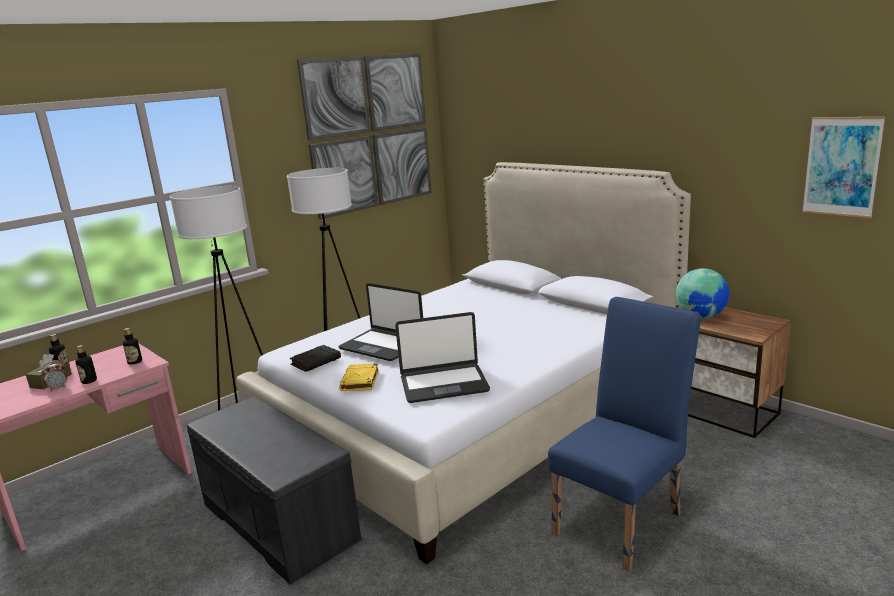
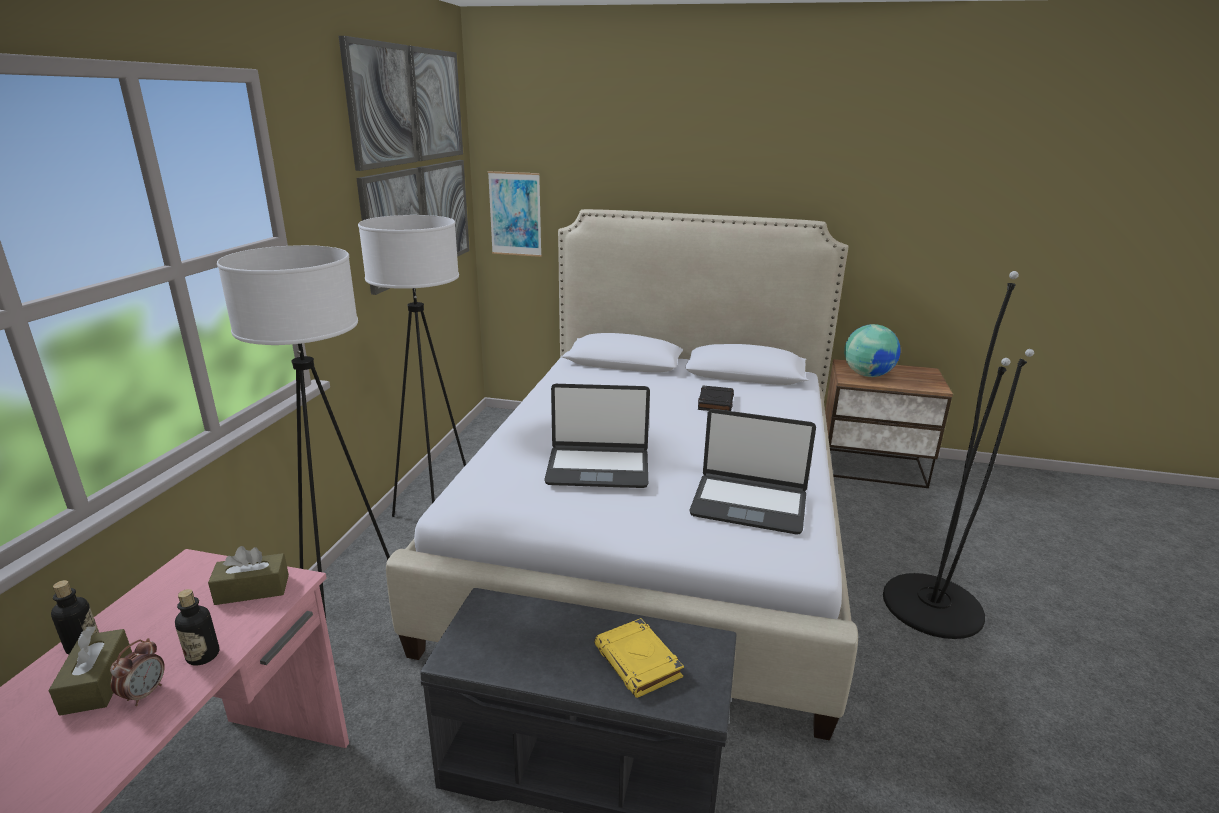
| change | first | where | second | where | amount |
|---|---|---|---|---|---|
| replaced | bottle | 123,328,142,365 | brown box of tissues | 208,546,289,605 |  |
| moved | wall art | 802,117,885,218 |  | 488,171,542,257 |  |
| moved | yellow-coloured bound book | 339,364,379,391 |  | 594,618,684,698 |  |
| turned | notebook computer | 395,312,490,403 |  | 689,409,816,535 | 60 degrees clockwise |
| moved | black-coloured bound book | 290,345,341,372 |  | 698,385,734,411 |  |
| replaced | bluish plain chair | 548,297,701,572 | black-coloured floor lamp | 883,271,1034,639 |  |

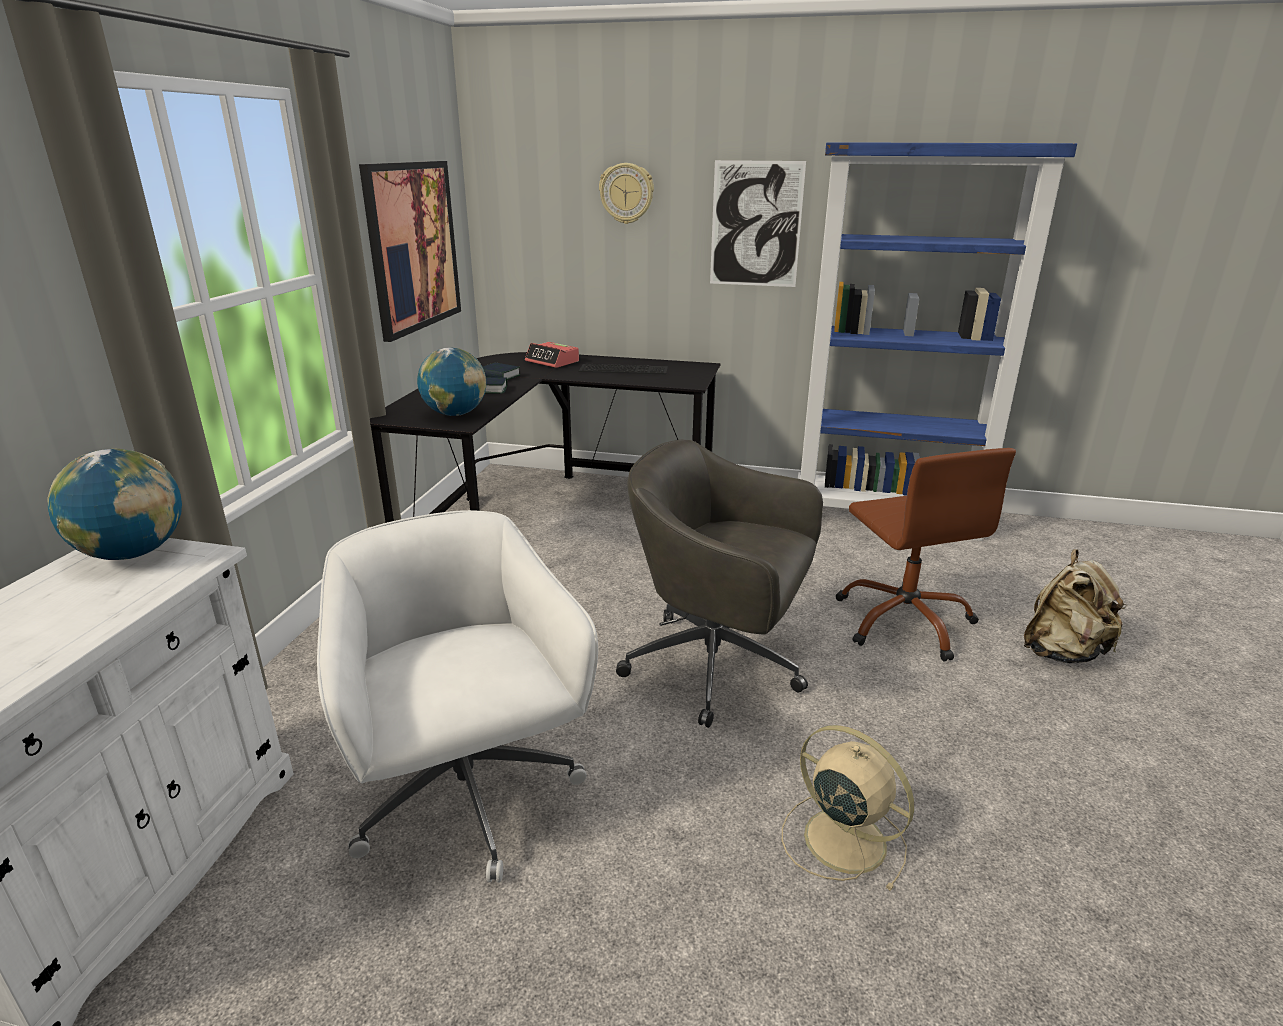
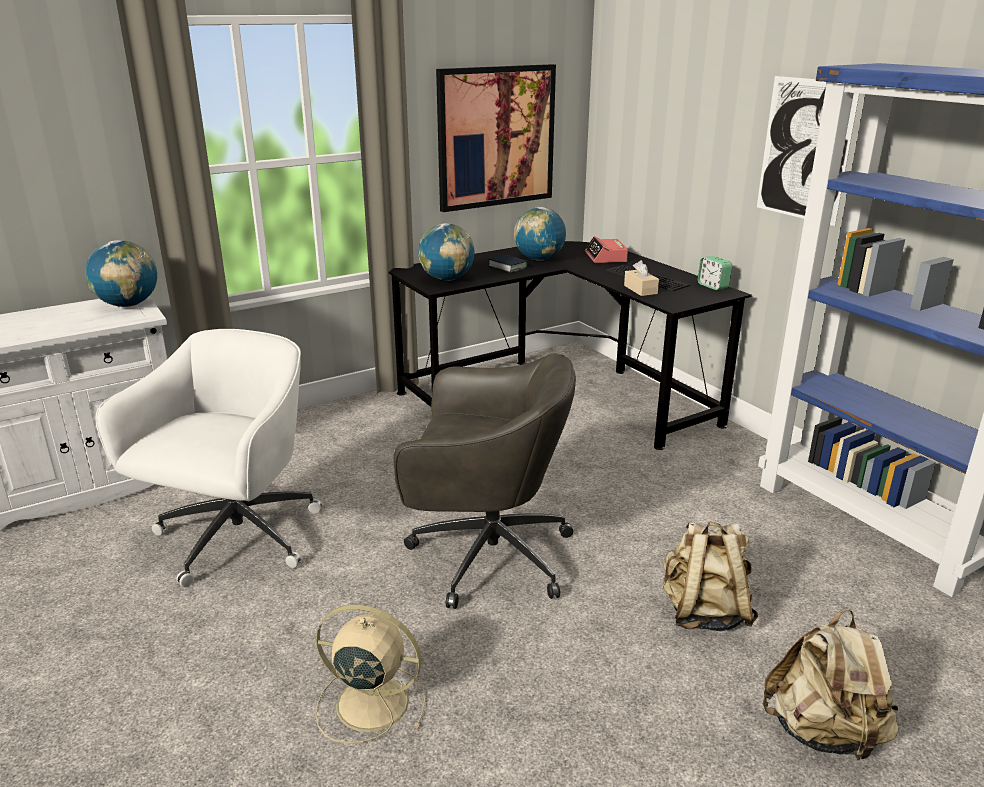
| change | first | where | second | where | amount |
|---|---|---|---|---|---|
| turned | sand-coloured electric fan | 782,725,914,891 |  | 315,605,425,744 | 75 degrees counterclockwise |
| turned | greyish desk chair | 616,440,823,728 |  | 394,353,576,609 | 120 degrees clockwise |
| replaced | bound book | 483,363,520,380 | desk globe | 514,207,566,261 |  |
| added |  |  | sand-coloured box of tissues | 624,260,659,296 |  |
| replaced | brown desk chair | 835,448,1016,661 | sand-coloured backpack | 663,521,758,631 |  |
| added |  |  | alarm clock | 698,256,732,290 |  |
| removed | hanging clock | 599,163,654,224 |  |  |  |

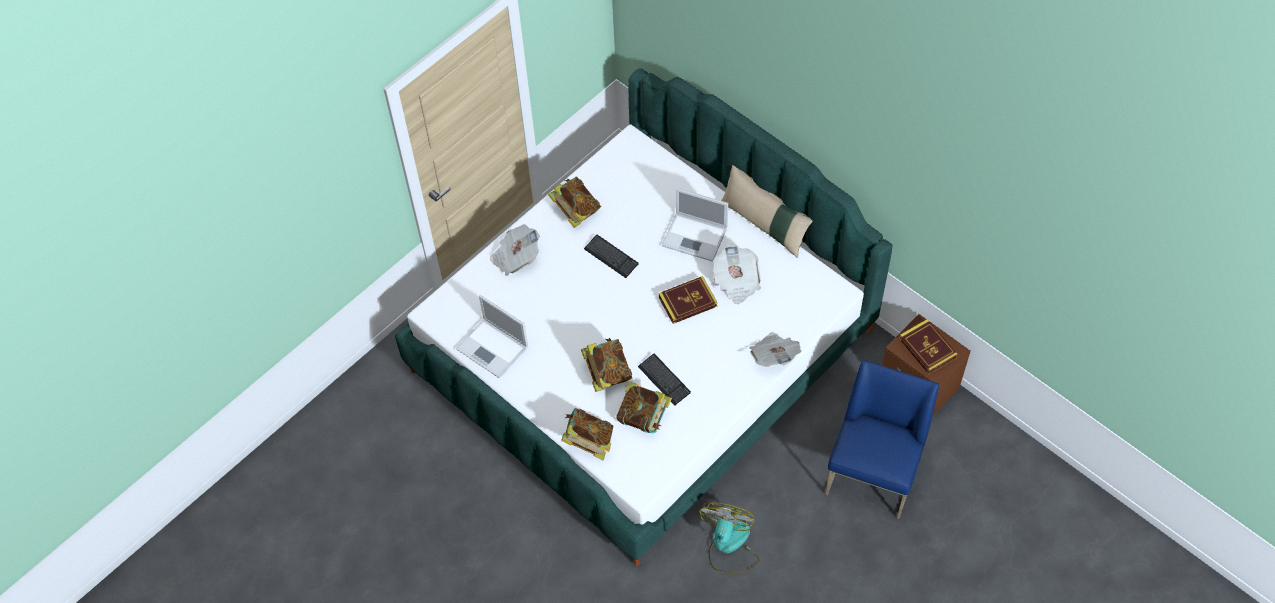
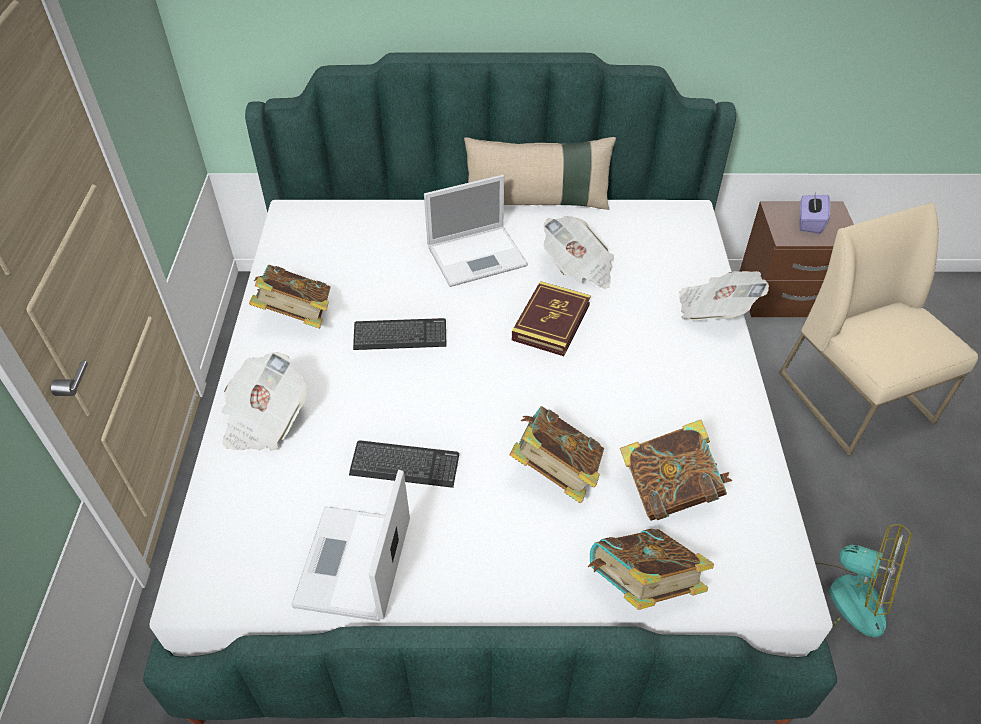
| change | first | where | second | where | amount |
|---|---|---|---|---|---|
| turned | notebook computer | 456,295,528,378 |  | 291,470,410,621 | 105 degrees clockwise |
| moved | keyboard | 638,354,691,406 |  | 349,440,459,488 |  |
| recoloured | bluish plain chair | 825,360,939,519 | sand-coloured plain chair | 779,202,978,455 |  |
| replaced | bound book | 899,319,957,374 | purple-coloured box of tissues | 800,193,830,234 |  |
| turned | electric fan | 699,502,759,573 |  | 815,524,912,638 | 150 degrees clockwise |

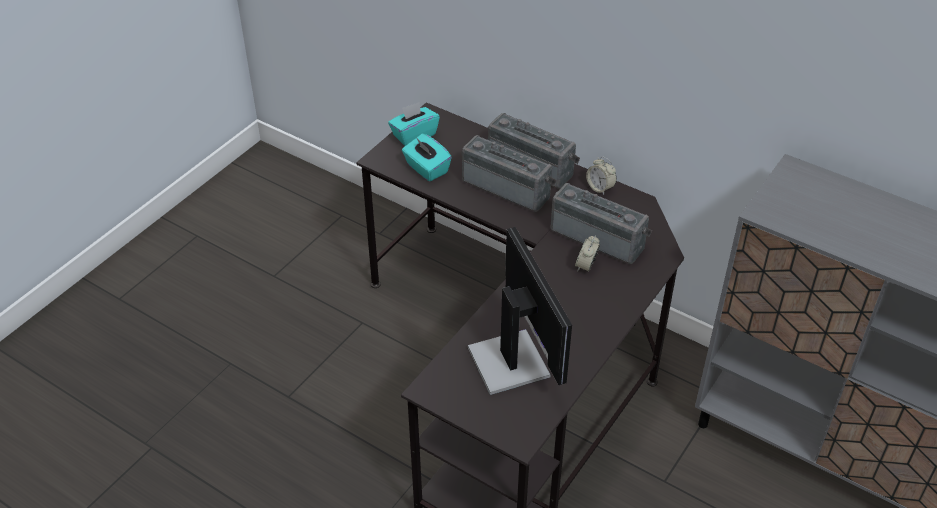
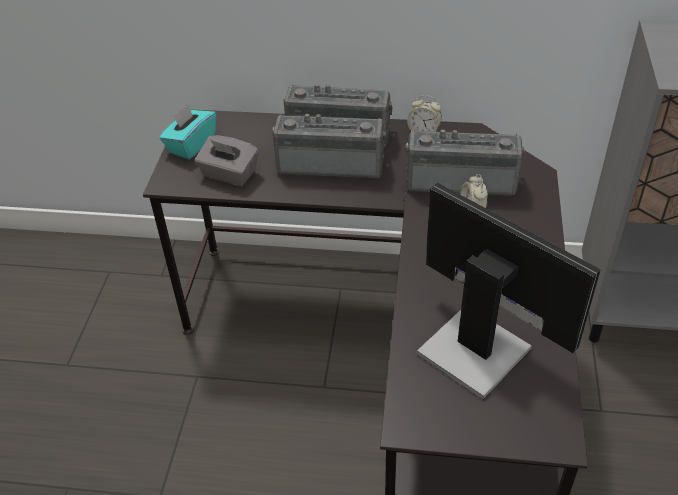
| change | first | where | second | where | amount |
|---|---|---|---|---|---|
| recoloured | blue-green box of tissues | 402,134,452,181 | greyish box of tissues | 195,135,258,186 |  |

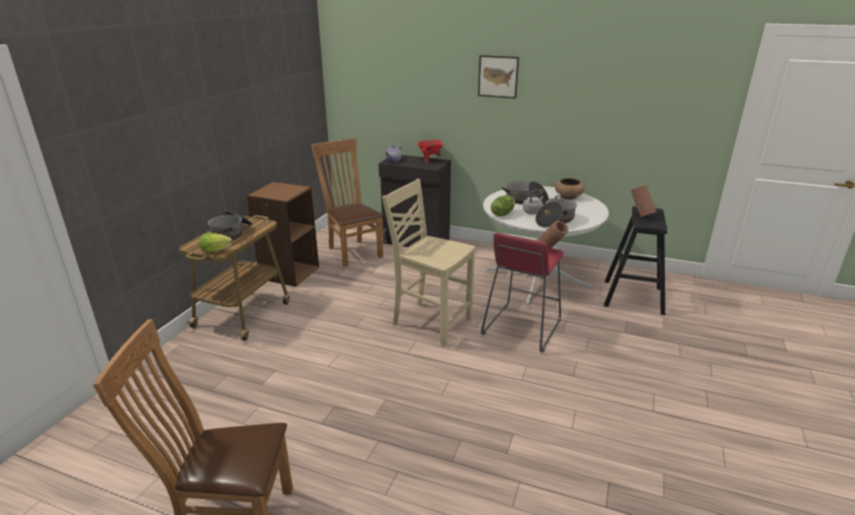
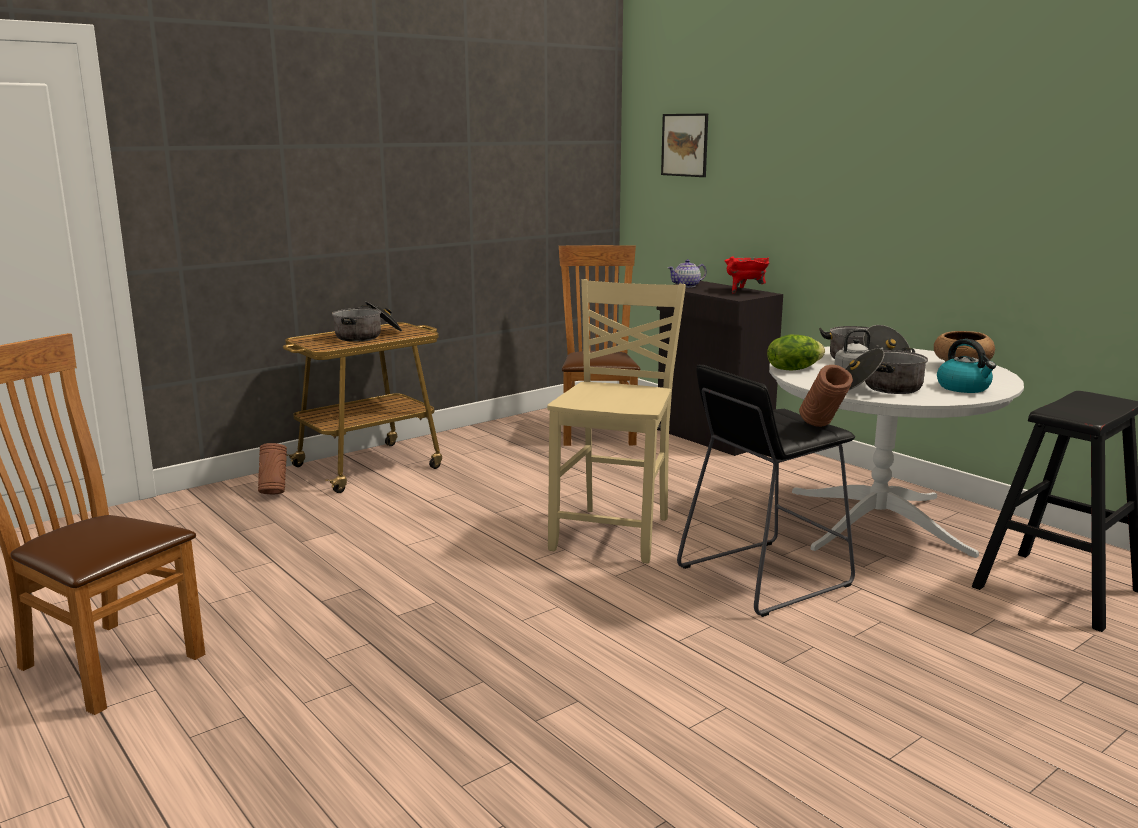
| change | first | where | second | where | amount |
|---|---|---|---|---|---|
| moved | brown vase | 631,185,656,217 |  | 258,443,287,495 |  |
| turned | sand-coloured plain chair | 382,179,475,347 |  | 547,279,686,564 | 45 degrees clockwise |
| moved | wall art | 478,55,519,99 |  | 661,113,708,177 |  |
| recoloured | red sitting stool | 481,233,564,352 | black-coloured sitting stool | 677,365,855,617 |  |
| added |  |  | kettle | 937,339,996,393 |  |
| removed | lettuce | 199,233,232,252 |  |  |  |
| removed | brown bookcase | 246,181,319,287 |  |  |  |

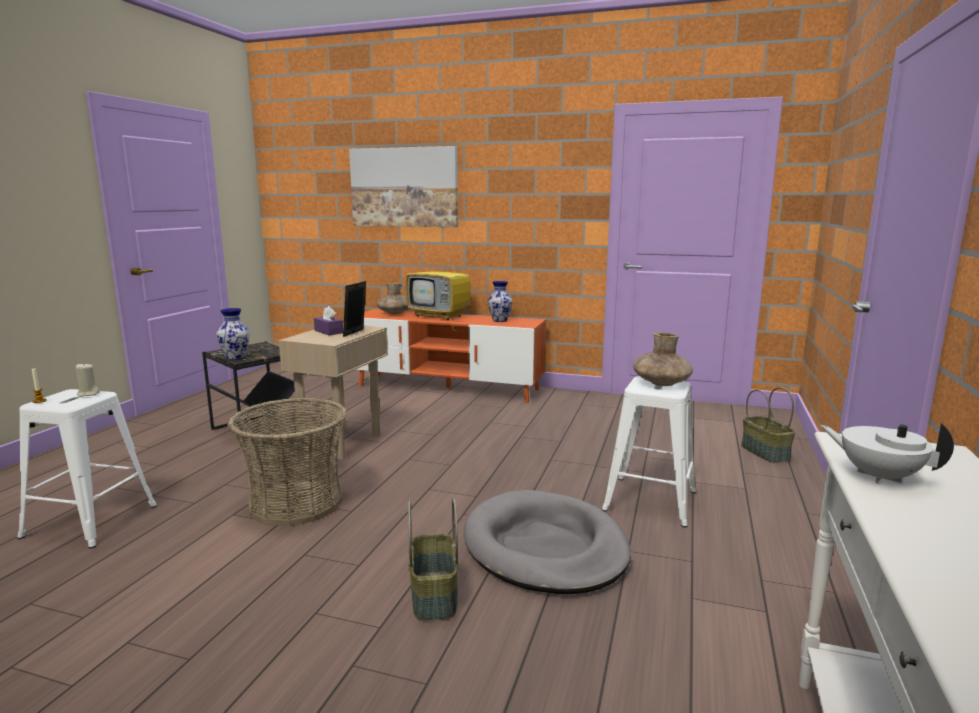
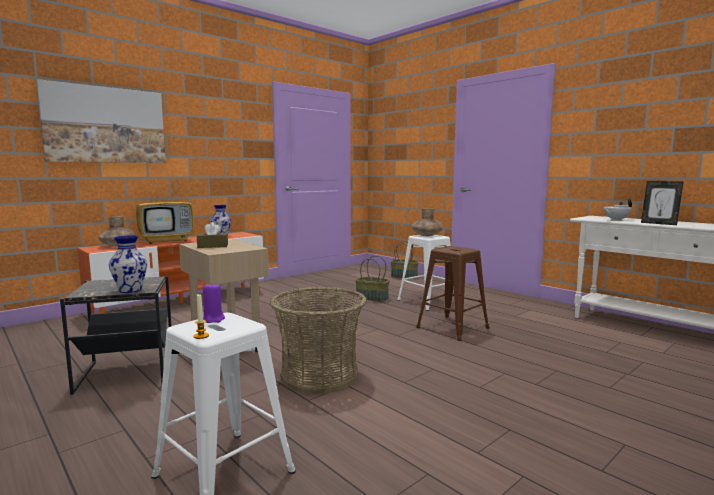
| change | first | where | second | where | amount |
|---|---|---|---|---|---|
| recoloured | purple-coloured box of tissues | 314,306,343,335 | brown box of tissues | 197,222,228,248 |  |
| recoloured | sand-coloured candle | 76,363,100,397 | purple-coloured candle | 203,282,225,323 |  |
| moved | household basket | 408,498,459,621 |  | 355,255,390,302 |  |
| replaced | greyish pet bed | 464,490,631,594 | brown sitting stool | 416,246,490,341 |  |
| moved | picture frame | 343,281,366,337 |  | 641,181,683,225 |  |

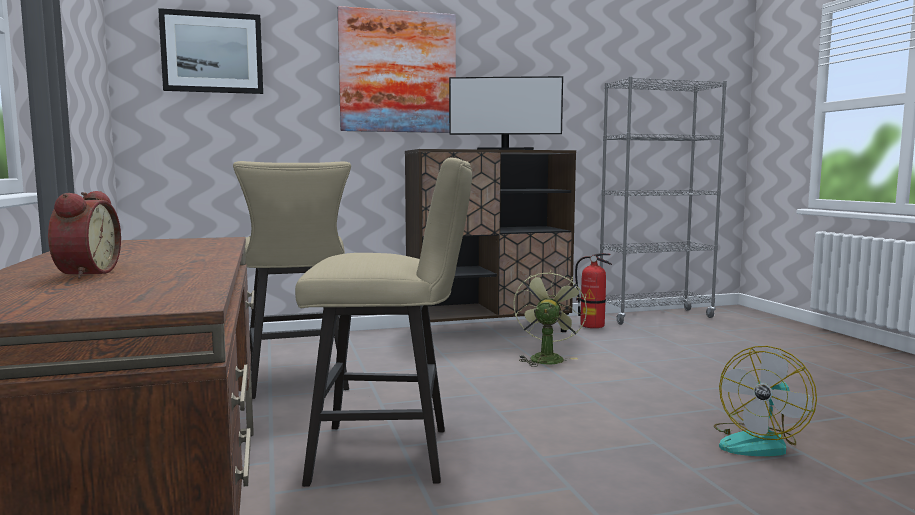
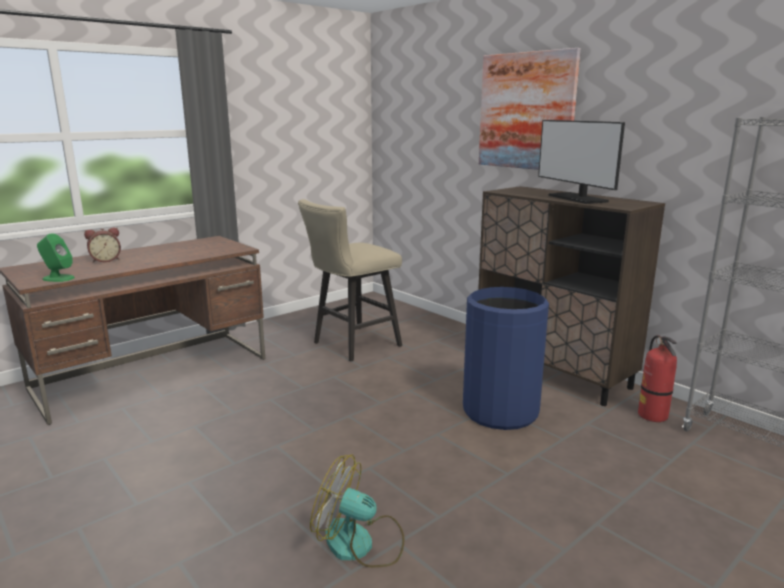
| change | first | where | second | where | amount |
|---|---|---|---|---|---|
| added |  |  | green loudspeaker | 37,234,75,282 |  |
| replaced | green electric fan | 513,269,587,367 | bluish trash can | 463,287,549,430 |  |
| removed | wall art | 158,8,263,94 |  |  |  |
| removed | sand-coloured sitting stool | 295,158,472,487 |  |  |  |

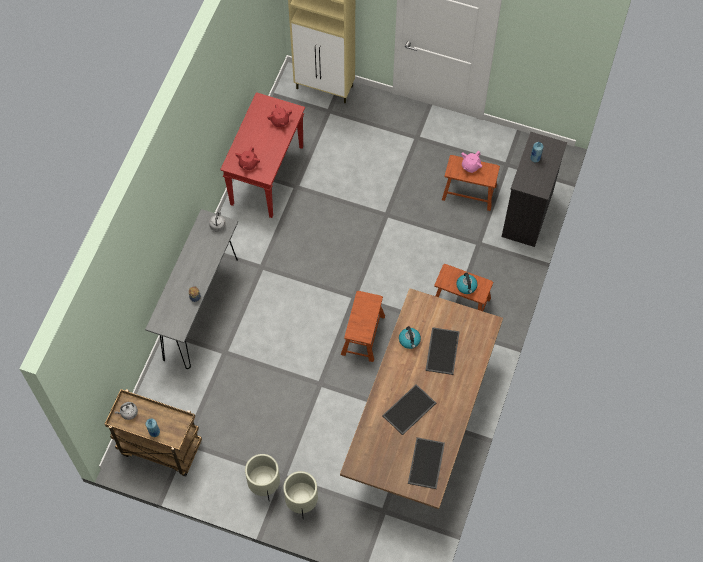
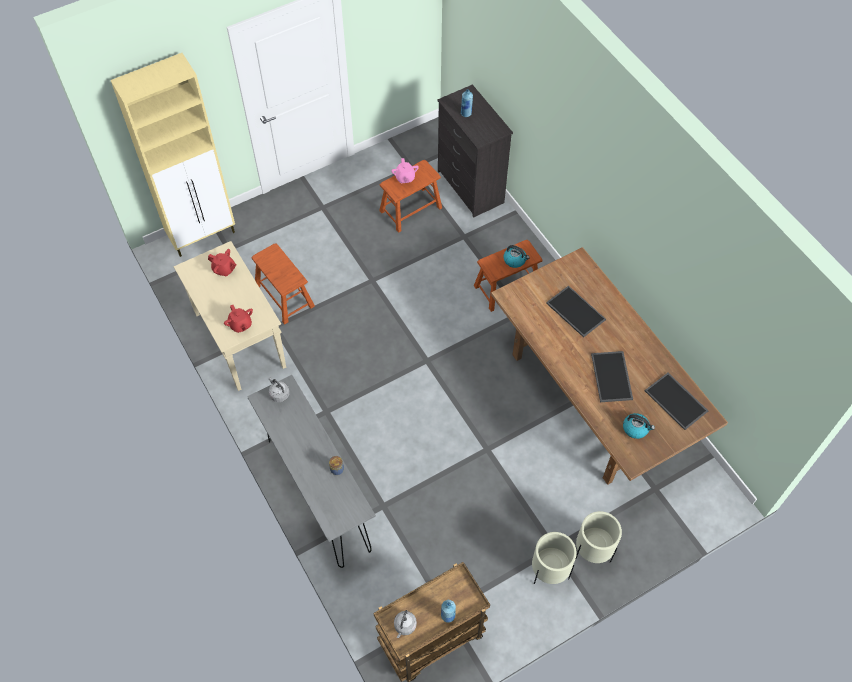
| change | first | where | second | where | amount |
|---|---|---|---|---|---|
| recoloured | red narrow table | 220,92,305,218 | sand-coloured narrow table | 174,241,286,391 |  |
| moved | brown sitting stool | 341,291,385,362 |  | 251,243,315,324 |  |
| moved | kettle | 399,326,421,349 |  | 623,413,655,439 |  |

